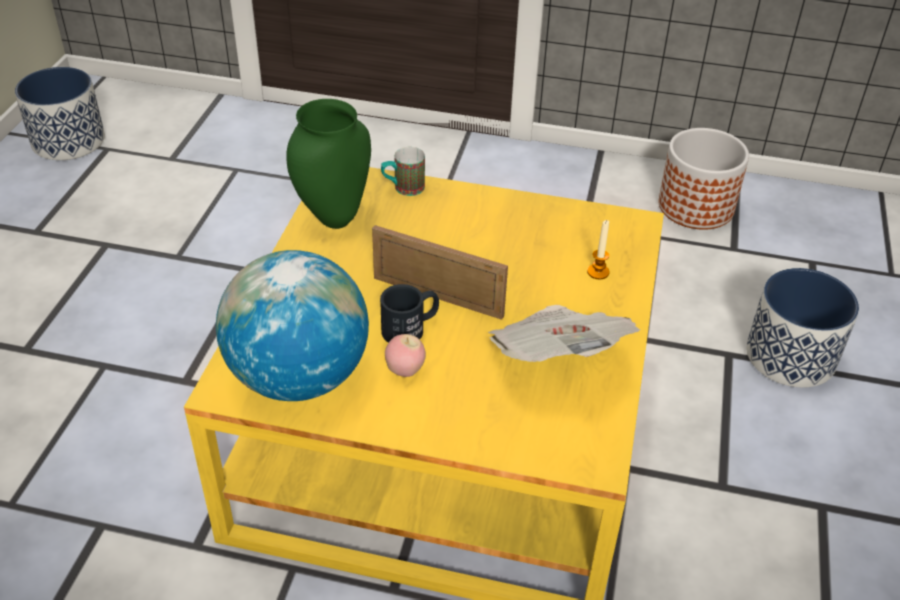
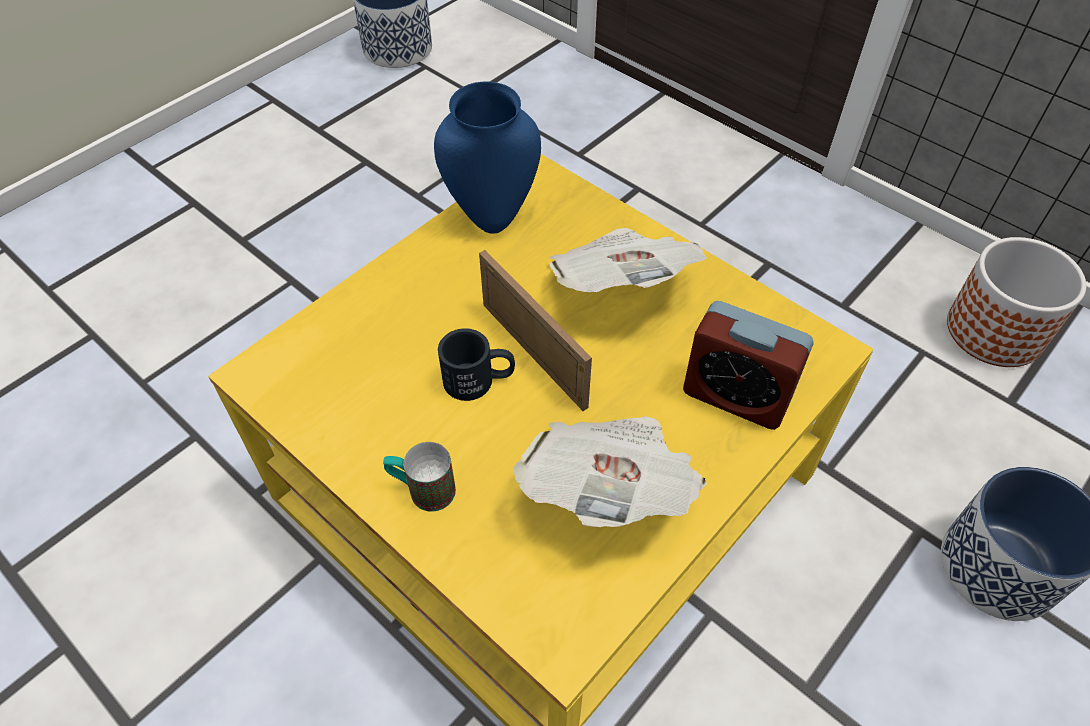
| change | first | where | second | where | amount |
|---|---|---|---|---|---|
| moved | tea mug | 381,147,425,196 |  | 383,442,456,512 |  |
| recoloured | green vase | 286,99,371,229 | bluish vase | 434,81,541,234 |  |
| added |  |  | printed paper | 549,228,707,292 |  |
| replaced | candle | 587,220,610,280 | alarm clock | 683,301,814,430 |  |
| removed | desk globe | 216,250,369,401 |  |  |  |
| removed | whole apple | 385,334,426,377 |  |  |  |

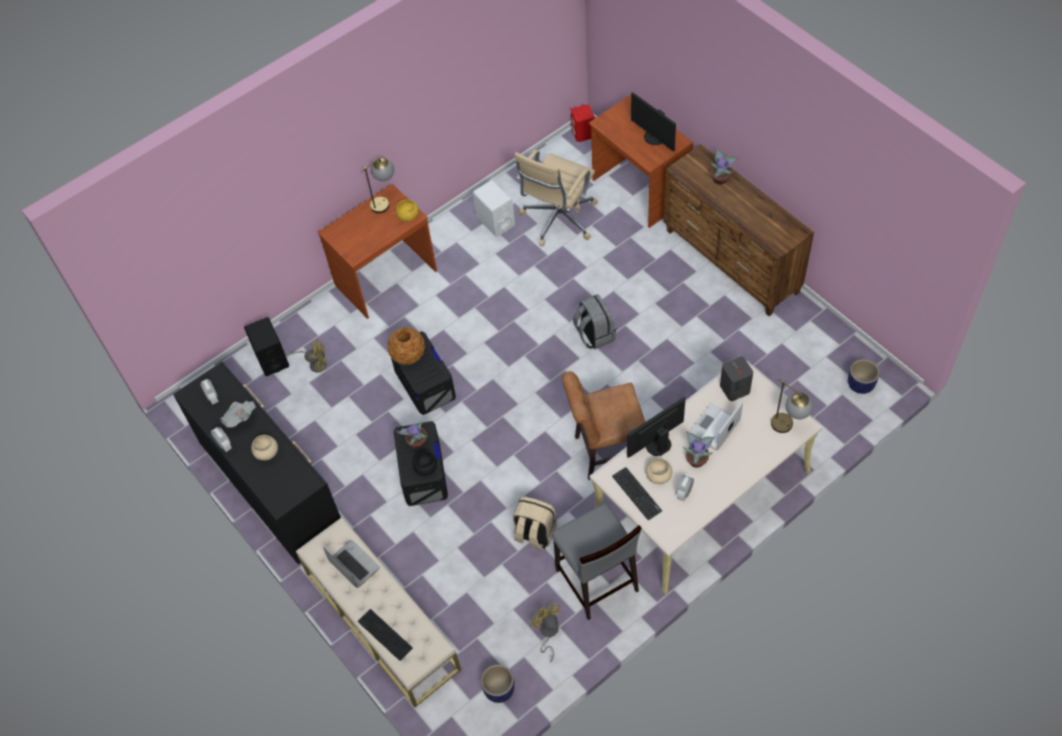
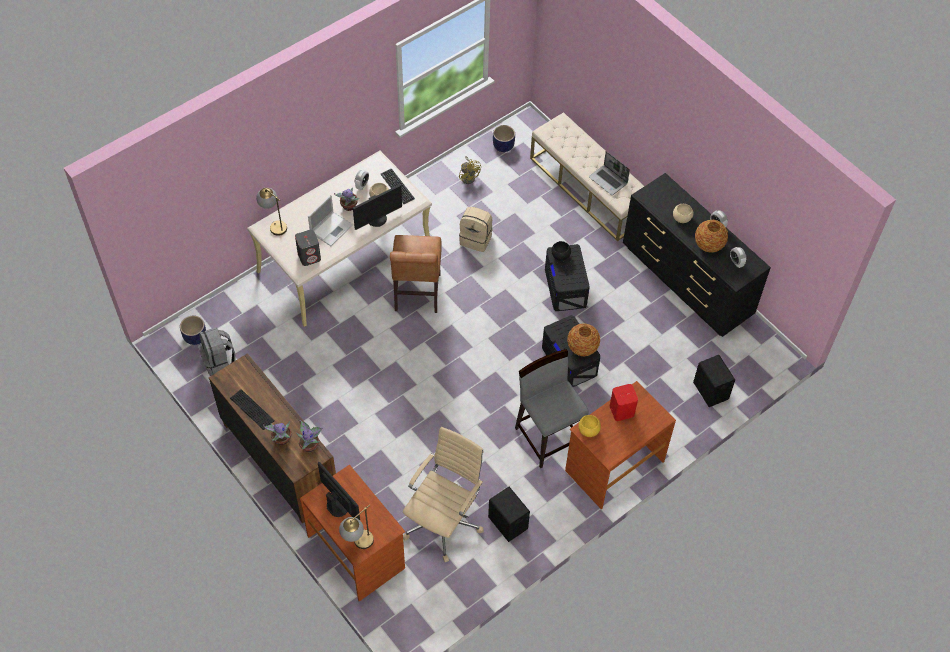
| change | first | where | second | where | amount |
|---|---|---|---|---|---|
| moved | greyish backpack | 573,294,616,349 |  | 198,327,236,376 |  |
| moved | keyboard | 358,609,413,661 |  | 230,389,275,430 |  |
| moved | potted plant | 396,420,427,448 |  | 296,420,323,452 |  |
| moved | tabletop lamp | 361,157,394,213 |  | 339,504,374,549 |  |
| turned | brown plain chair | 562,371,646,480 |  | 390,235,442,313 | 105 degrees clockwise |
| recoloured | whitish loudspeaker | 473,180,515,237 | black-coloured loudspeaker | 488,487,530,542 |  |
| moved | greyish sitting stool | 552,503,642,620 |  | 515,349,589,468 |  |
| moved | red loudspeaker | 571,104,594,142 |  | 610,384,638,421 |  |
| replaced | printed paper | 220,401,256,428 | vase | 695,220,728,253 |  |
| removed | yellow-coloured electric fan | 291,339,326,373 |  |  |  |

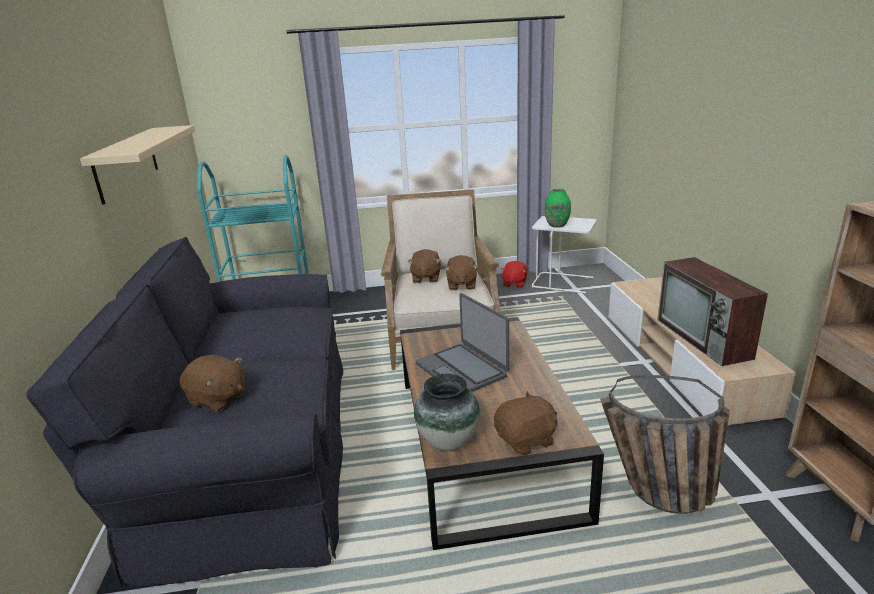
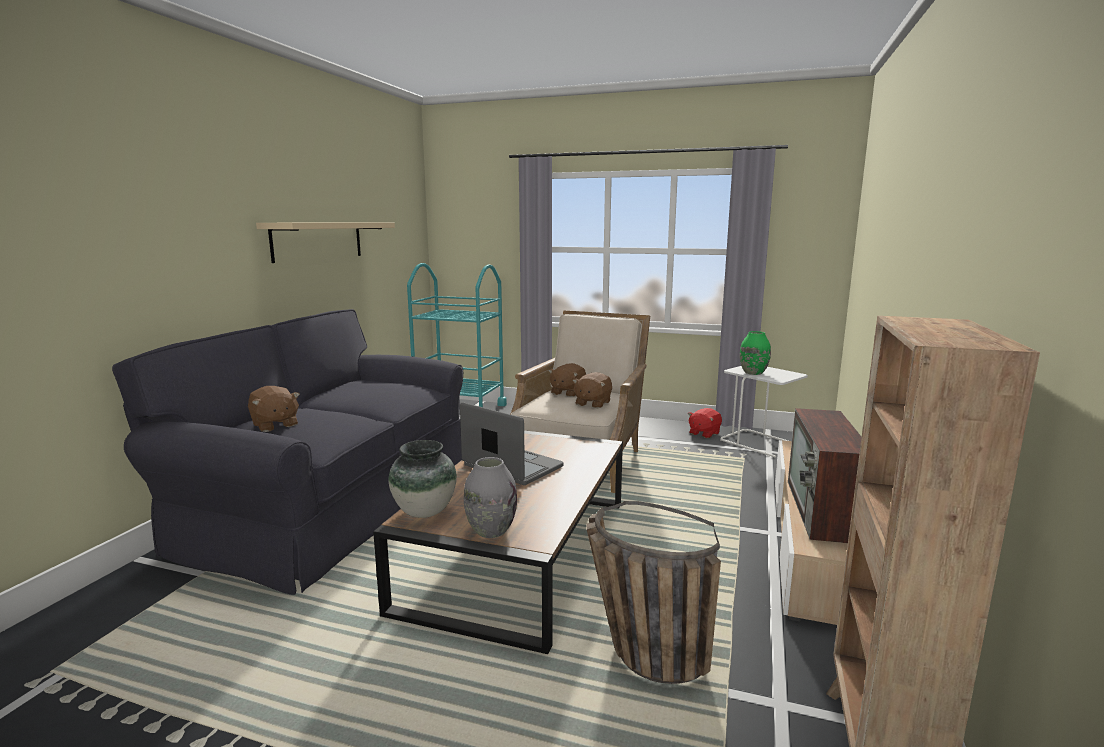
| change | first | where | second | where | amount |
|---|---|---|---|---|---|
| turned | notebook computer | 416,293,509,392 |  | 460,402,564,485 | 135 degrees clockwise |
| replaced | brown cuddly toy | 494,391,557,456 | greyish vase | 464,457,517,538 |  |

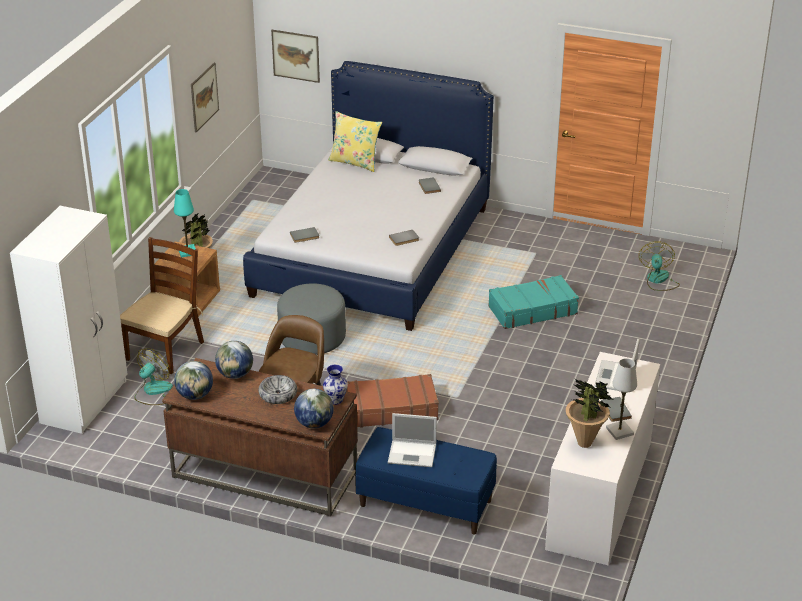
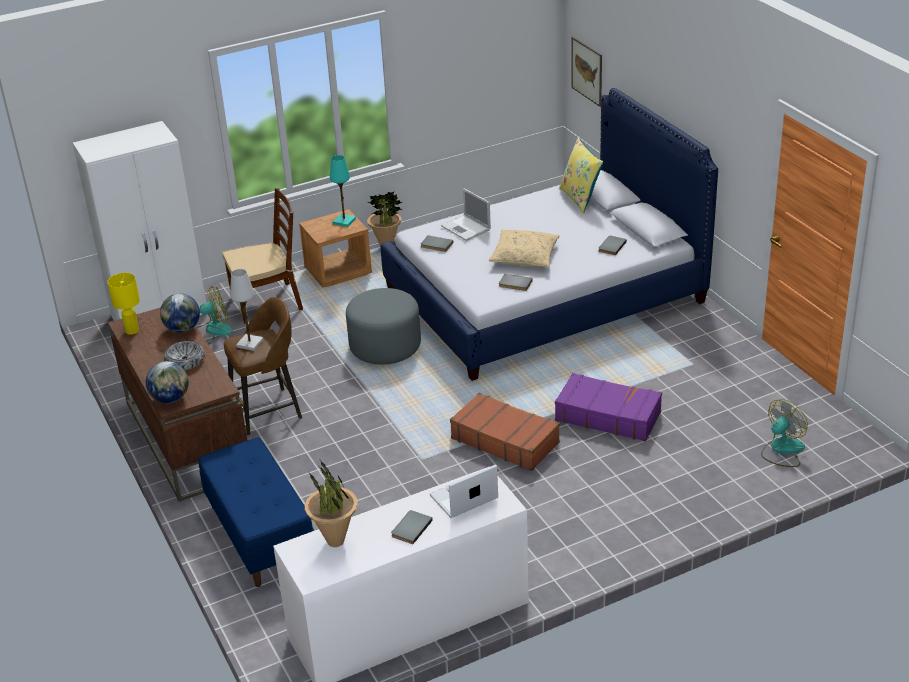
| change | first | where | second | where | amount |
|---|---|---|---|---|---|
| replaced | desk globe | 174,361,213,400 | yellow-coloured tabletop lamp | 107,273,140,335 |  |
| moved | whitish tabletop lamp | 606,358,637,440 |  | 230,269,263,351 |  |
| moved | notebook computer | 388,413,437,467 |  | 441,188,491,241 |  |
| moved | brown suitcase | 347,374,439,428 |  | 450,393,560,471 |  |
| added |  |  | sand-coloured cushion | 489,229,560,267 |  |
| recoloured | blue-green suitcase | 488,275,579,329 | purple-coloured suitcase | 555,373,662,442 |  |
| removed | wall art | 191,63,219,132 |  |  |  |
| removed | vase | 323,365,348,405 |  |  |  |

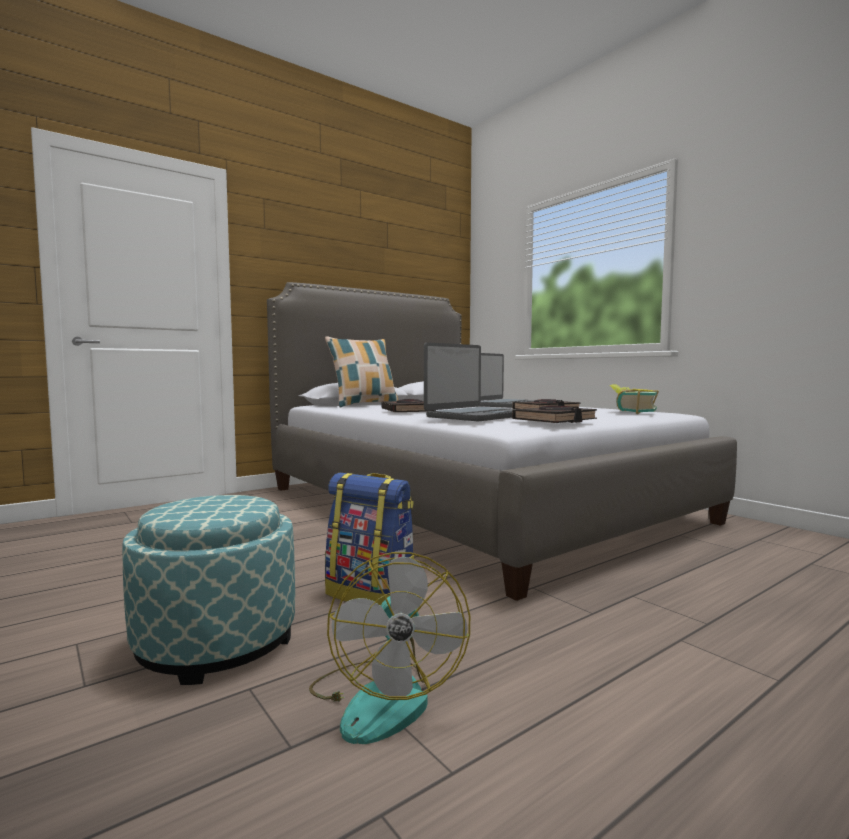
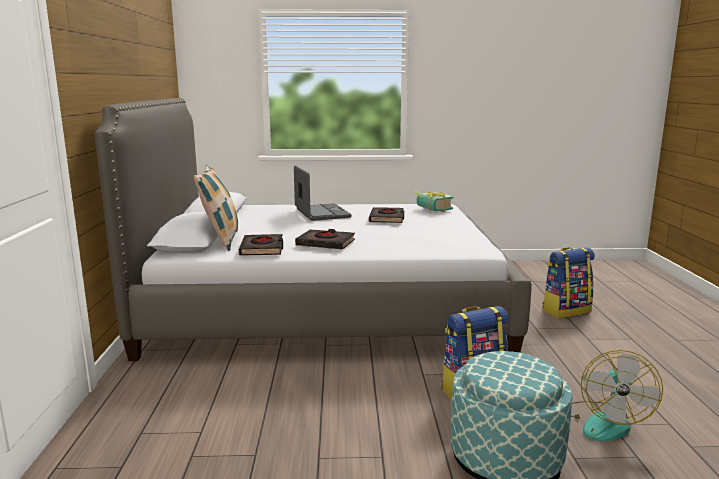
| change | first | where | second | where | amount |
|---|---|---|---|---|---|
| moved | black-coloured bound book | 512,405,597,423 |  | 239,234,283,256 |  |
| added |  |  | backpack | 542,247,595,318 |  |
| turned | electric fan | 309,552,470,744 |  | 571,350,663,441 | 75 degrees clockwise |
| removed | notebook computer | 424,342,515,422 |  |  |  |

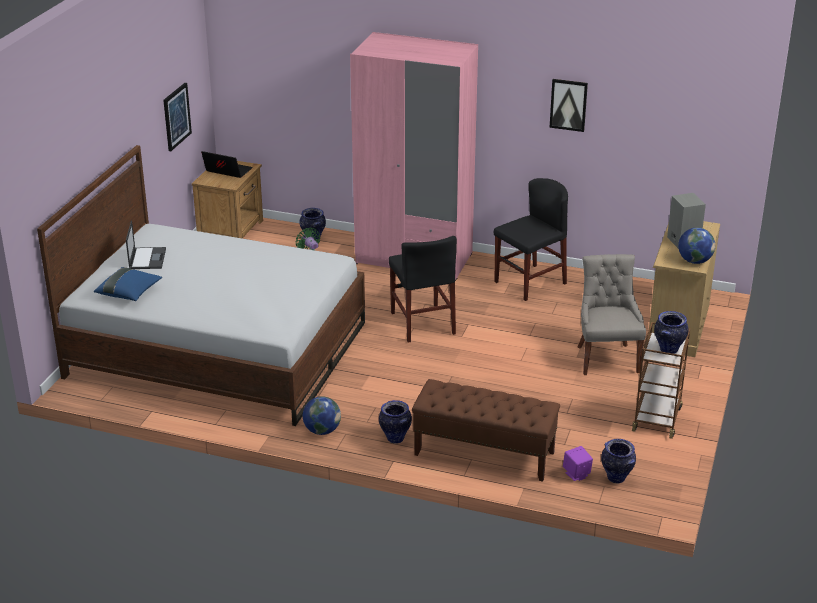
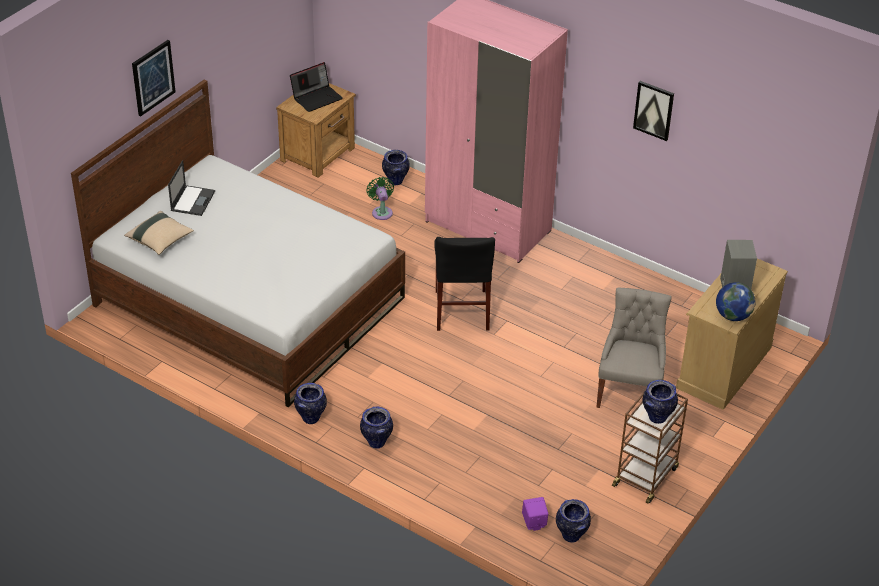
| change | first | where | second | where | amount |
|---|---|---|---|---|---|
| recoloured | bluish cushion | 94,267,162,301 | sand-coloured cushion | 124,211,194,255 |  |
| moved | wall art | 163,83,192,151 |  | 132,40,176,116 |  |
| turned | notebook computer | 201,151,253,178 |  | 290,62,343,112 | 105 degrees clockwise |
| replaced | desk globe | 303,396,341,435 | vase | 294,383,327,424 |  |
| removed | brown long seat | 412,379,560,482 |  |  |  |
| removed | black-coloured plain chair | 494,178,568,301 |  |  |  |

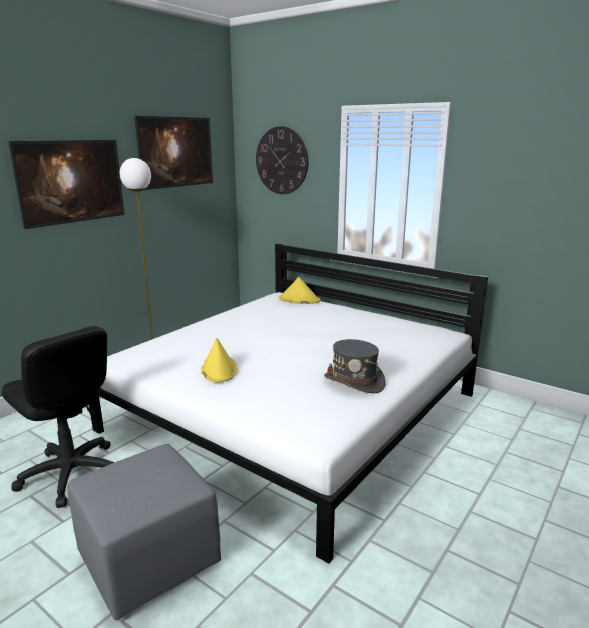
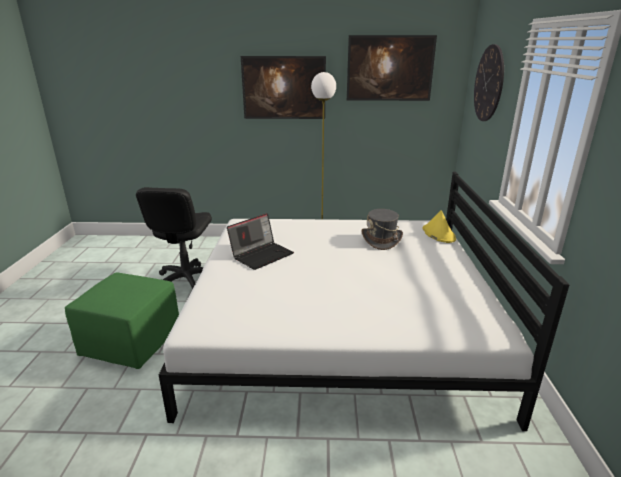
| change | first | where | second | where | amount |
|---|---|---|---|---|---|
| recoloured | greyish pouffe | 67,444,221,621 | green pouffe | 65,273,179,369 |  |
| replaced | yellow-coloured clothing hat | 201,338,237,382 | notebook computer | 227,213,294,270 |  |
| moved | greyish clothing hat | 324,339,386,393 |  | 361,209,403,250 |  |

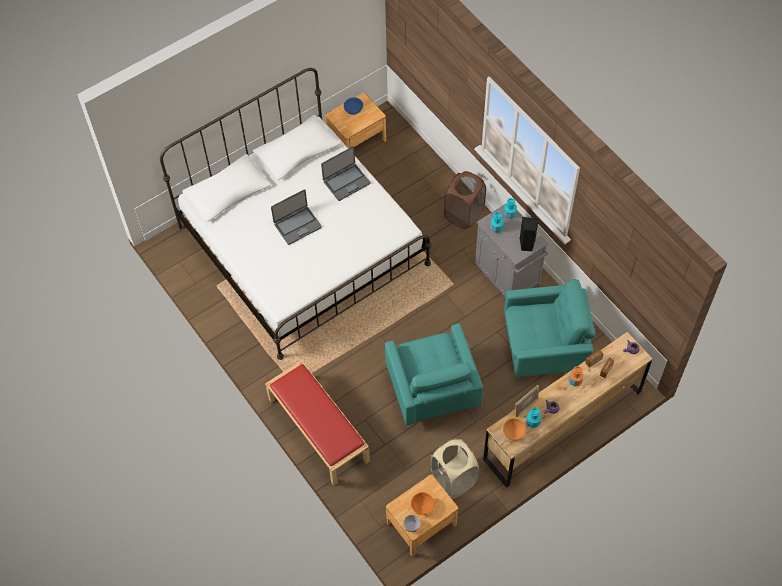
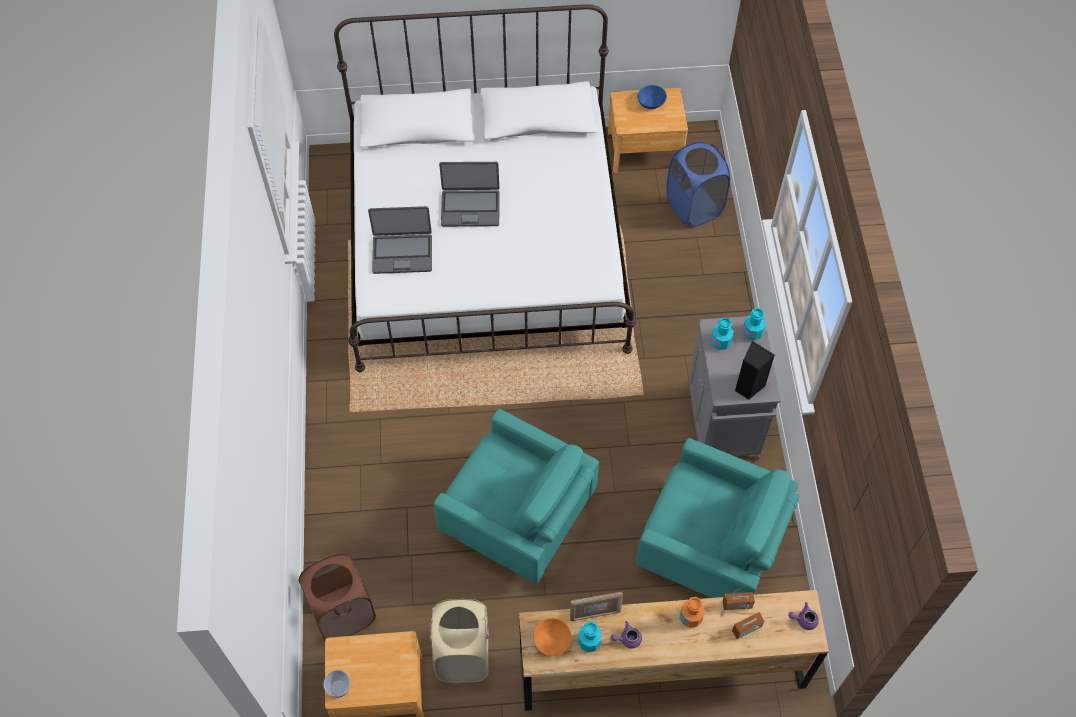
| change | first | where | second | where | amount |
|---|---|---|---|---|---|
| moved | brown hamper | 444,171,486,229 |  | 298,553,376,640 |  |
| moved | notebook computer | 321,146,370,201 |  | 368,206,432,274 |  |
| turned | blue-green easy chair | 385,323,483,425 |  | 434,409,599,584 | 75 degrees counterclockwise |
| added |  |  | bluish hamper | 666,141,730,227 |  |
| removed | red long seat | 265,360,370,486 |  |  |  |
| removed | orangey bowl | 411,492,435,515 |  |  |  |

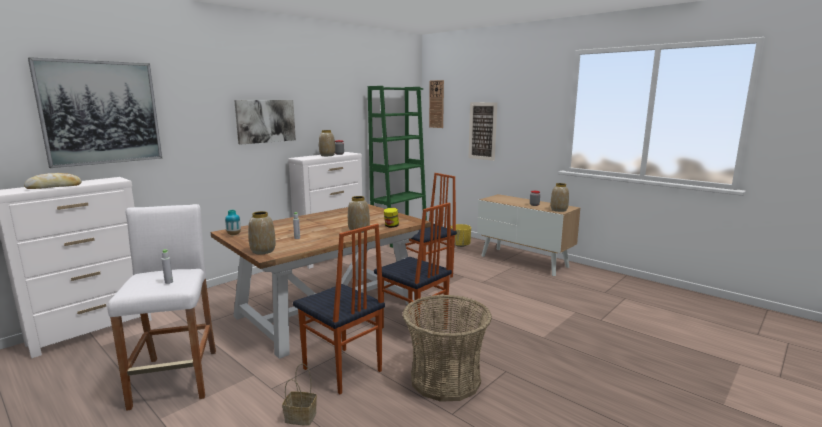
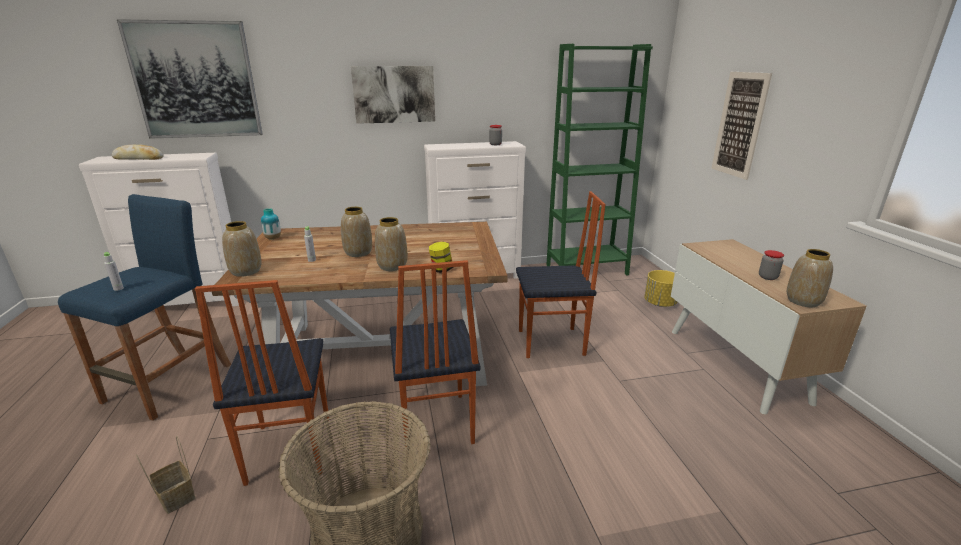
| change | first | where | second | where | amount |
|---|---|---|---|---|---|
| recoloured | whitish sitting stool | 108,204,216,411 | bluish sitting stool | 58,194,231,421 |  |
| moved | vase | 319,130,335,156 |  | 341,207,372,257 |  |
| removed | hanging clock | 429,80,444,128 |  |  |  |

